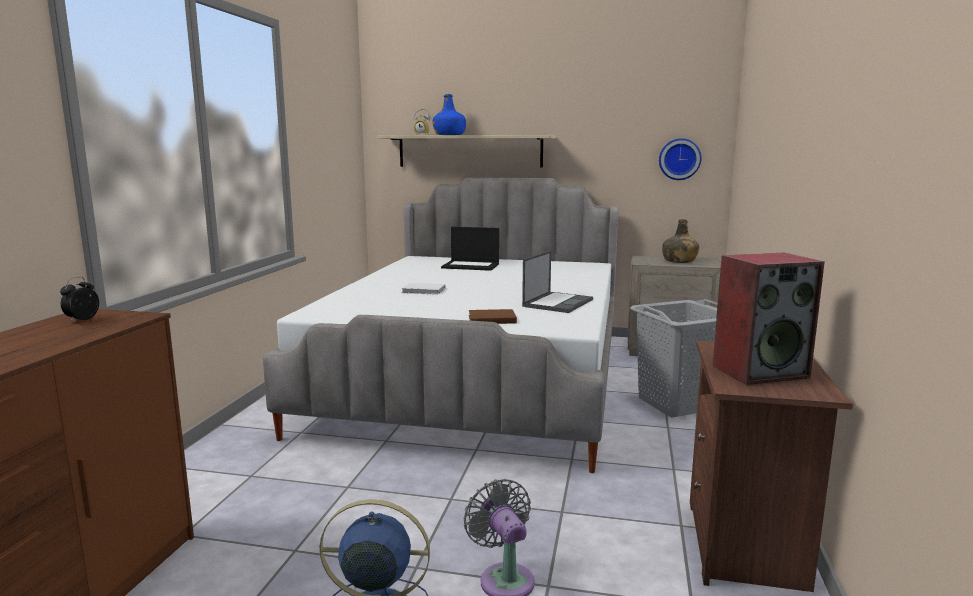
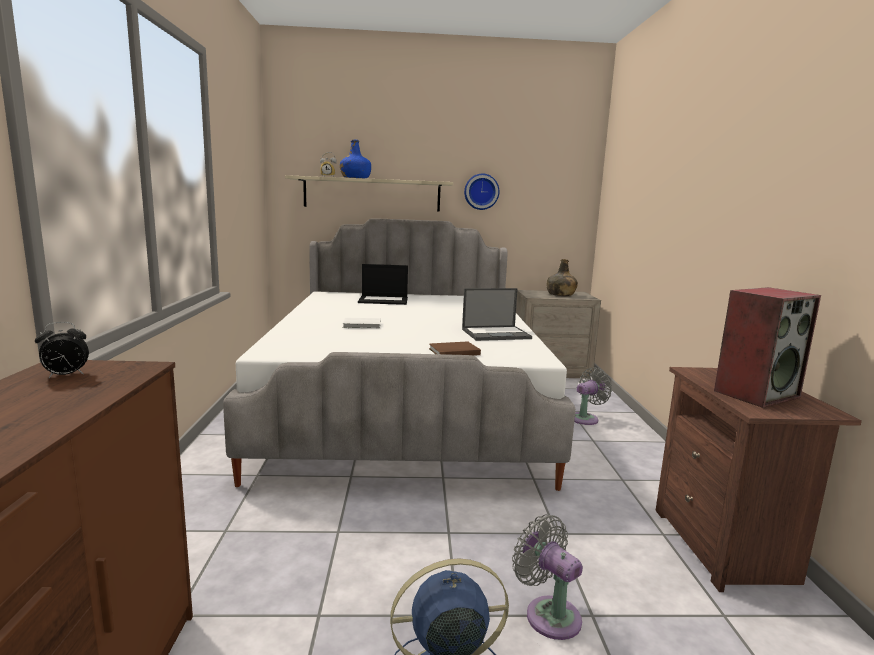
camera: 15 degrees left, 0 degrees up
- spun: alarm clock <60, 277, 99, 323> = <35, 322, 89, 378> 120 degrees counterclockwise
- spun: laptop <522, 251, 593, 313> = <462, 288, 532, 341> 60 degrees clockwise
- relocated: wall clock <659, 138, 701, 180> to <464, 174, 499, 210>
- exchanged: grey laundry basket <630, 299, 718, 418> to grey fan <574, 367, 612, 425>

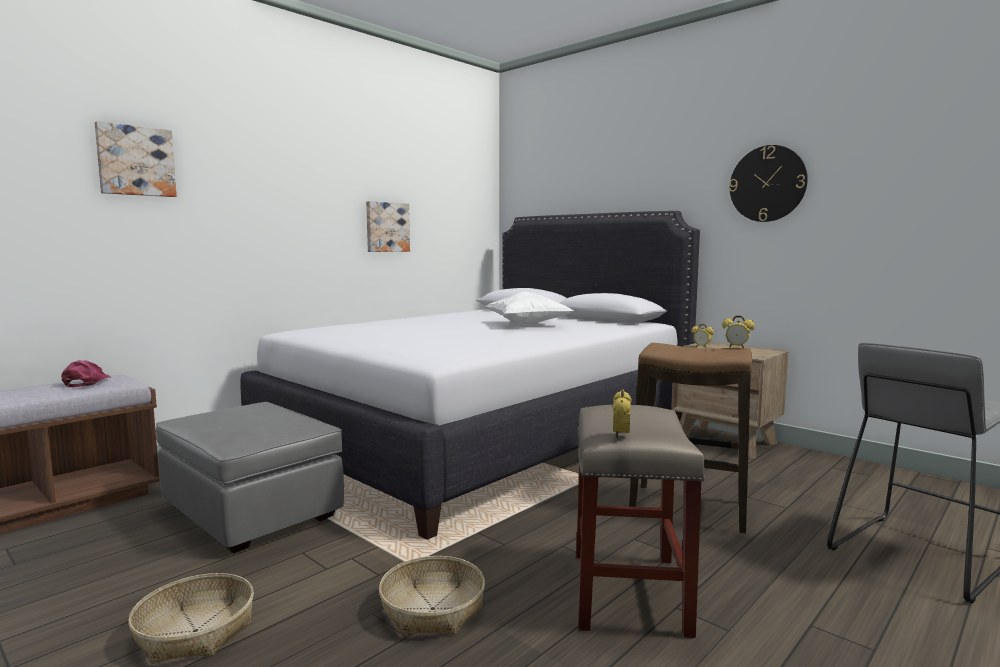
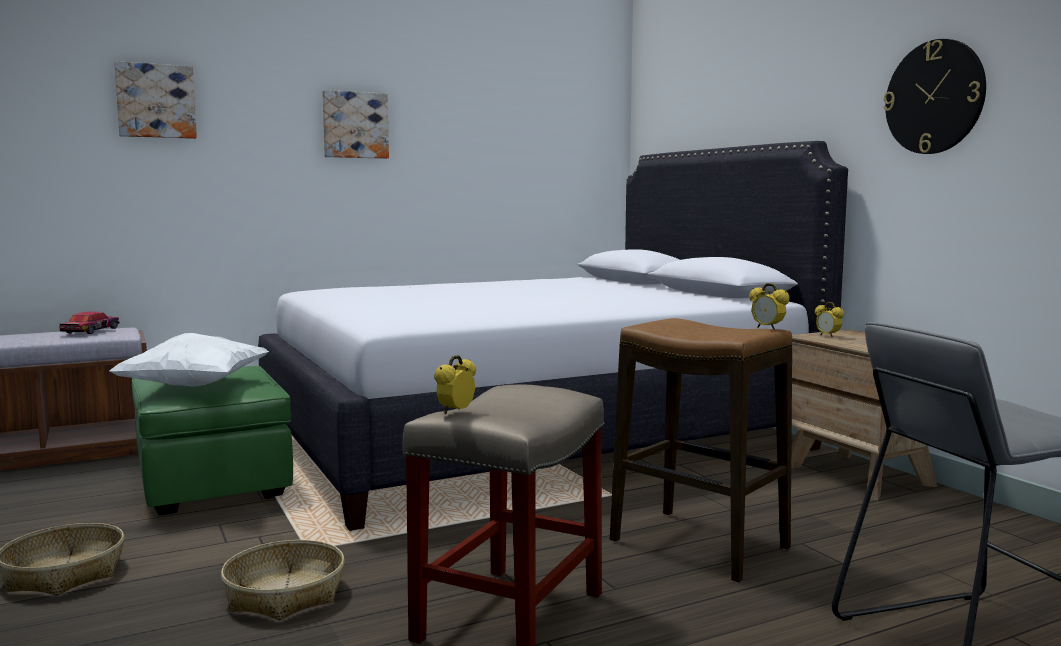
camera: 20 degrees right, 0 degrees up
- exchanged: pink cap <61, 360, 111, 387> to toy car <59, 311, 119, 334>
- relocated: white pillow <485, 292, 574, 325> to <109, 333, 269, 387>
- colour: grey ottoman <156, 402, 344, 553> to green ottoman <132, 366, 293, 515>
- relocated: picture <366, 201, 410, 252> to <322, 90, 389, 159>

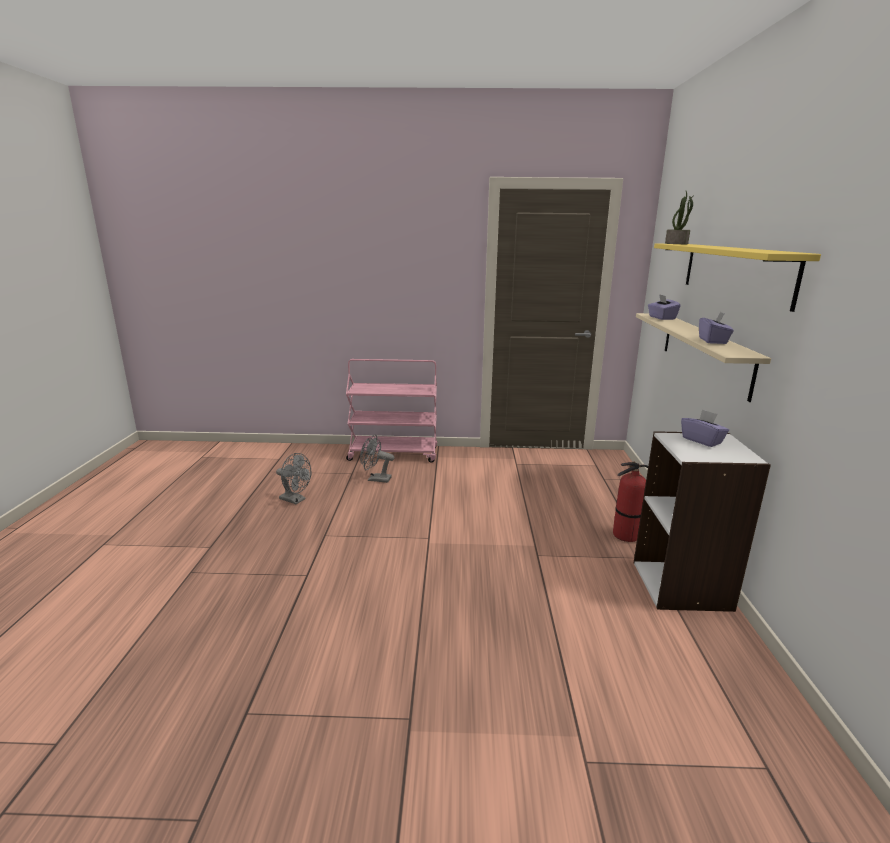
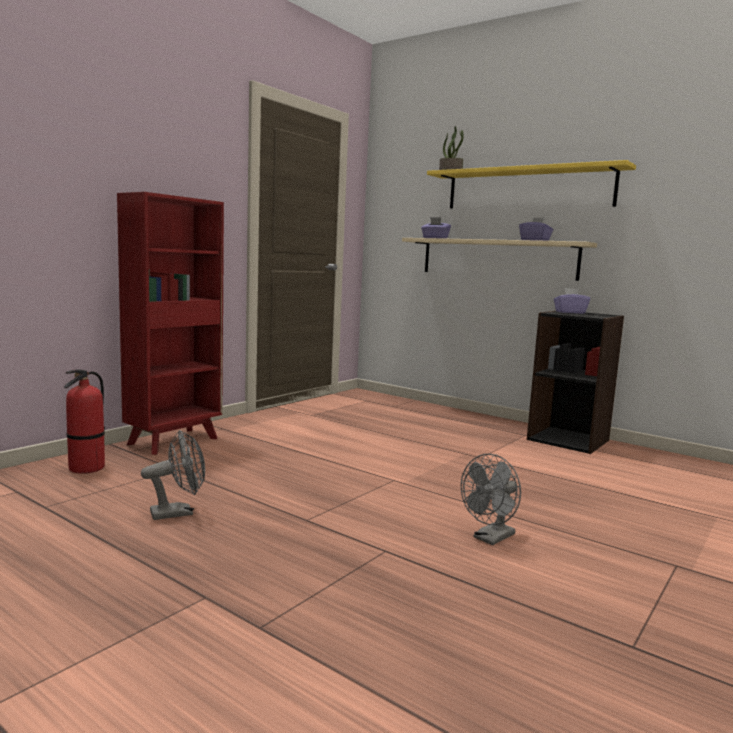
camera: 55 degrees left, 10 degrees down
- relocated: fire extinguisher <613, 462, 648, 542> to <64, 369, 105, 474>
- exchanged: pink cart <346, 359, 437, 463> to red bookcase <117, 192, 224, 455>
- relocated: grey fan <360, 435, 394, 483> to <461, 454, 521, 545>
- colour: white bookcase <634, 431, 771, 612> to black bookcase <527, 311, 624, 454>

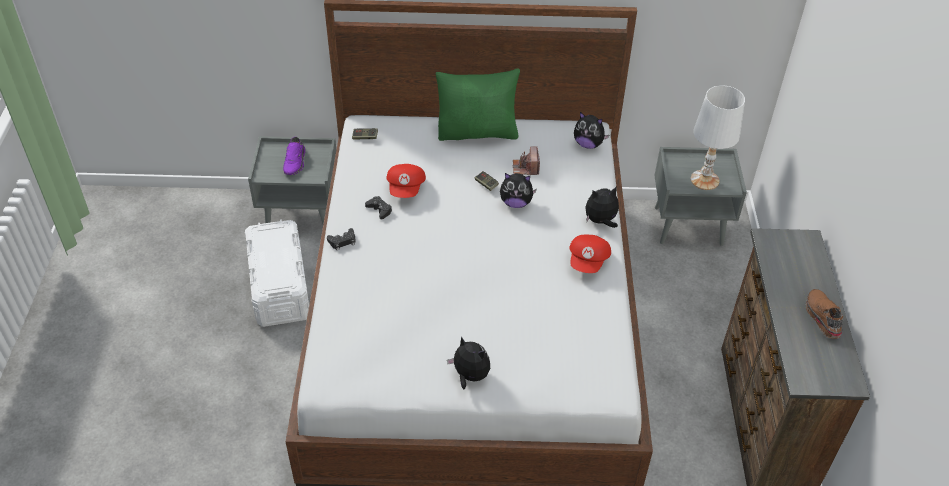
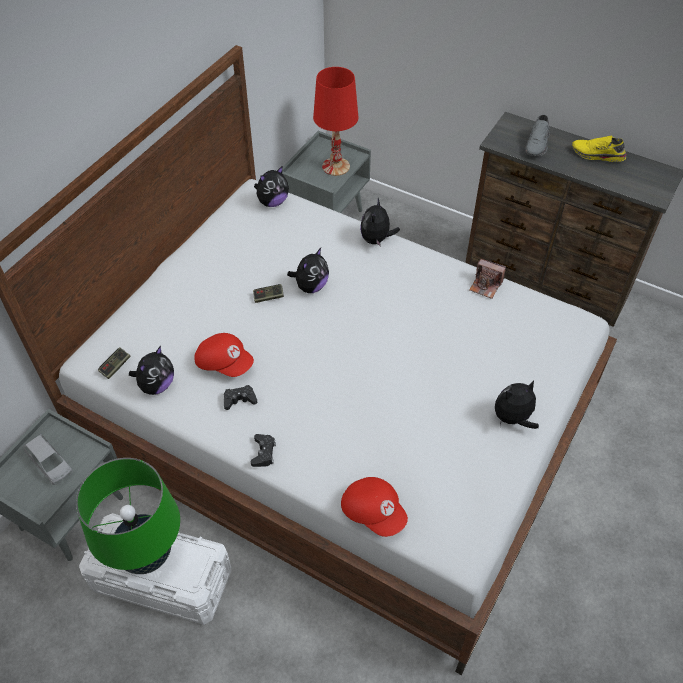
camera: 60 degrees left, 5 degrees up
- exchanged: purple shoe <283, 137, 306, 175> to grey toy car <23, 434, 73, 485>
- appeared: green table lamp <76, 458, 180, 574>
- appeared: plush toy <129, 346, 174, 395>
- colour: white table lamp <691, 85, 745, 190> to red table lamp <313, 67, 358, 176>
- relocated: red cap <569, 235, 611, 273> to <341, 477, 408, 537>
- relocated: photo camera <513, 146, 540, 175> to <469, 259, 506, 299>
- appeared: grey shoe <525, 115, 550, 156>
- colour: brown shoe <806, 289, 843, 339> to yellow shoe <572, 136, 626, 162>
- missing: green pillow <436, 68, 520, 141>

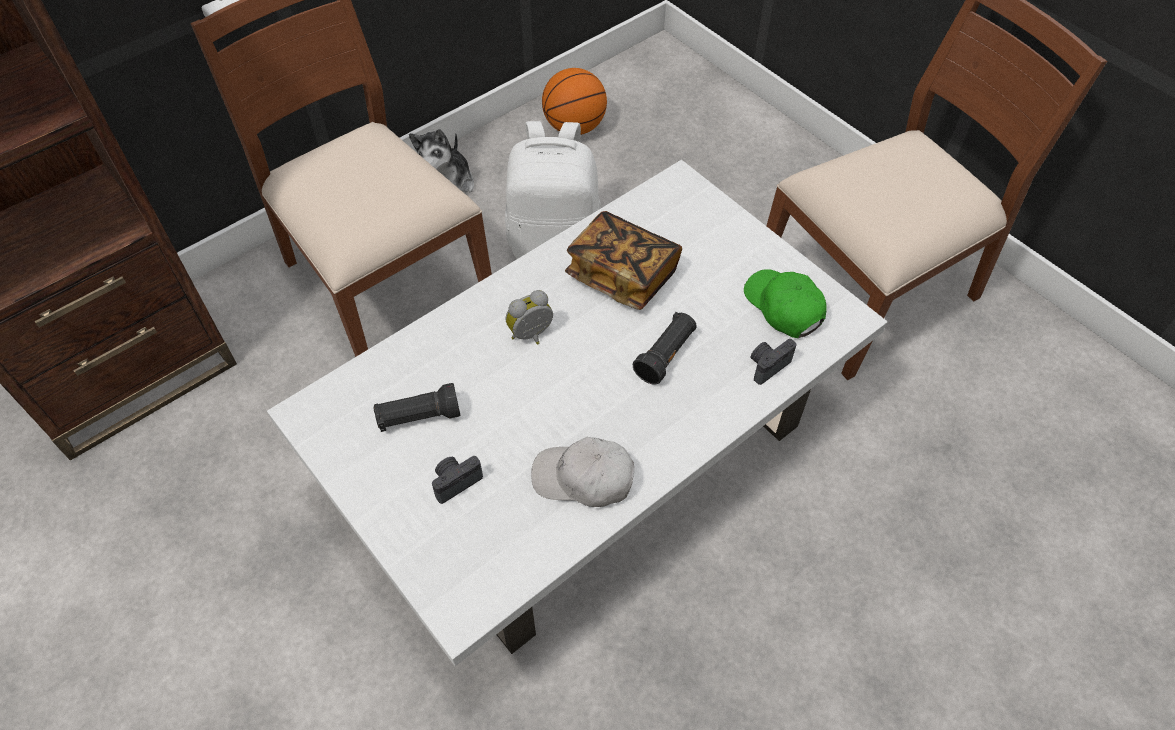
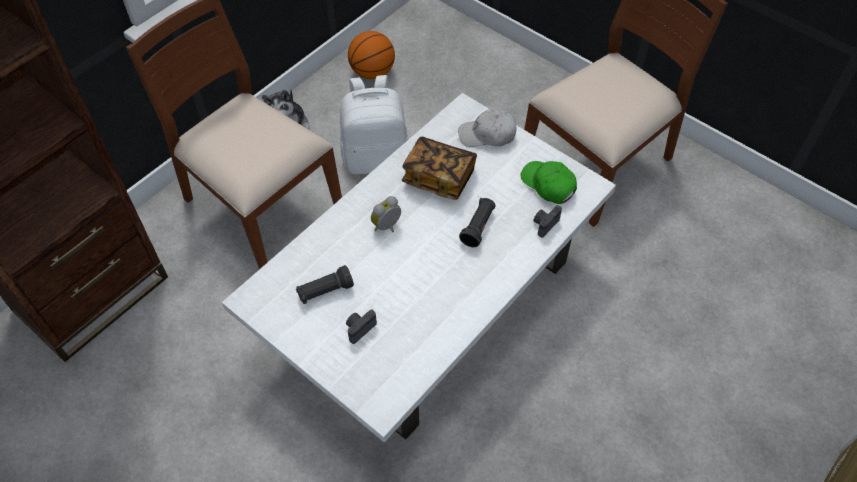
camera: 10 degrees left, 0 degrees up
- relocated: white cap <531, 437, 634, 507> to <458, 109, 517, 147>

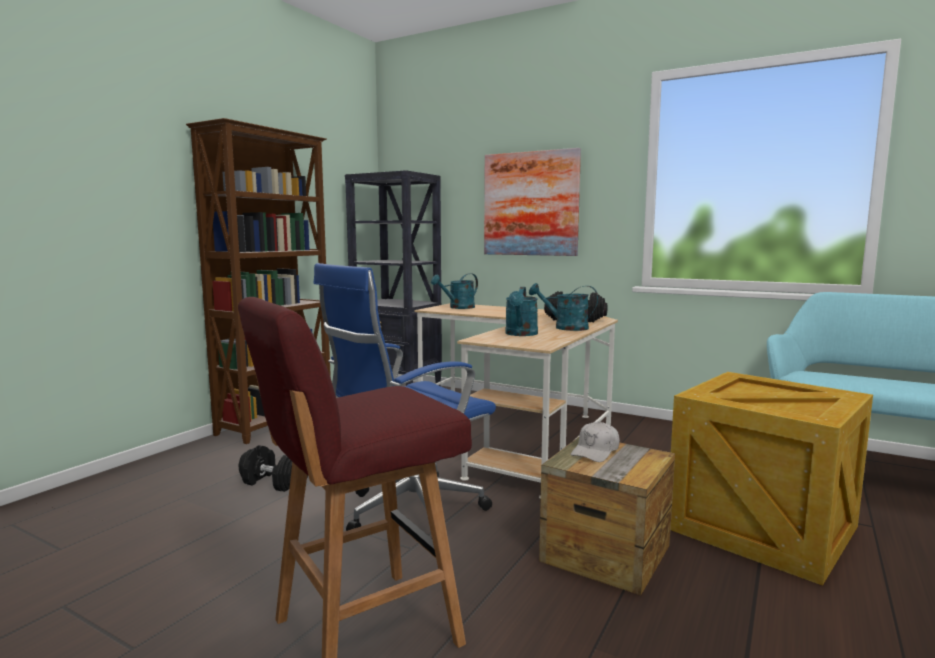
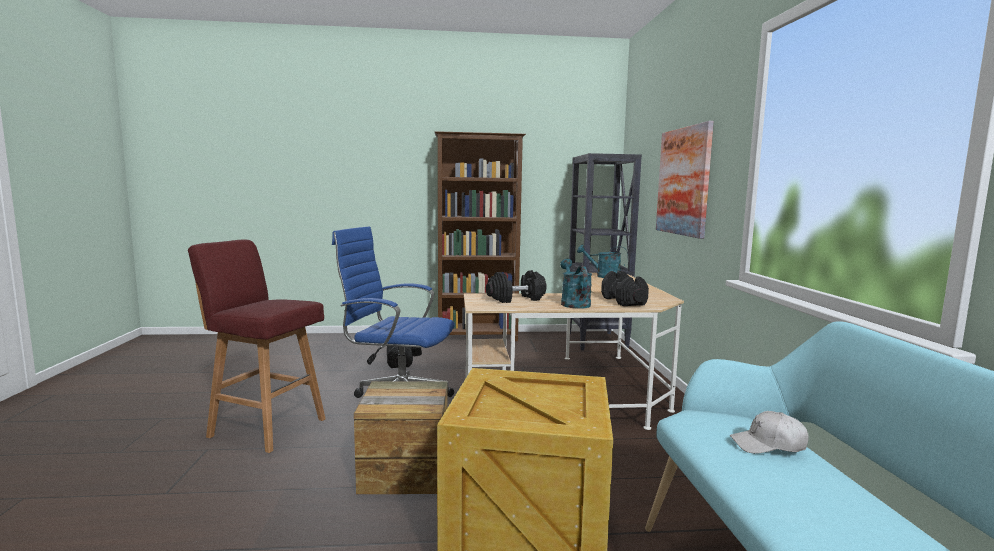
camera: 55 degrees right, 0 degrees up
- exchanged: turquoise watering can <505, 287, 538, 336> to black dumbbell <486, 270, 547, 303>
- relocated: white cap <570, 421, 620, 462> to <730, 411, 809, 454>

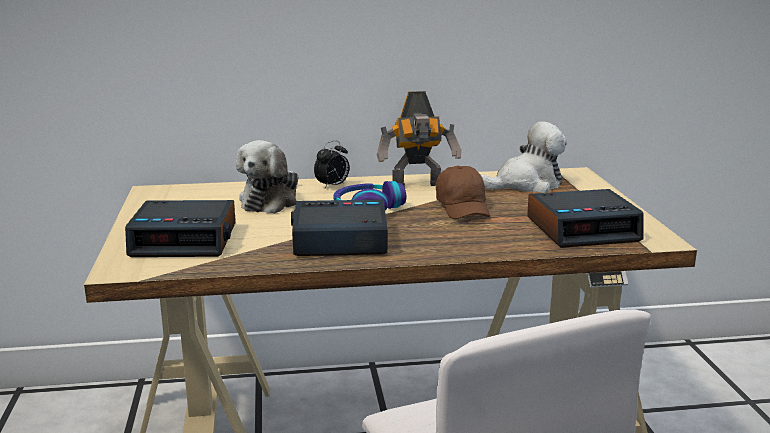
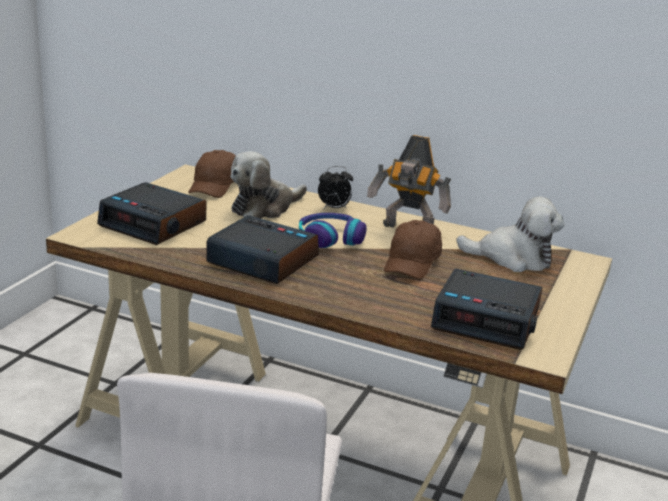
camera: 30 degrees right, 5 degrees up
- appeared: brown cap <188, 150, 236, 198>

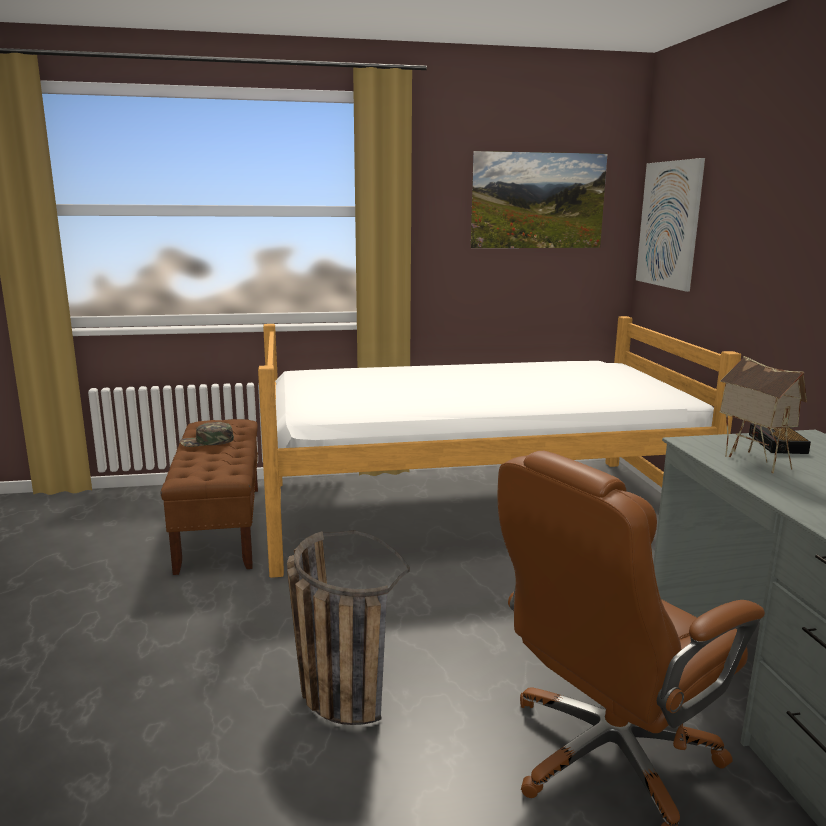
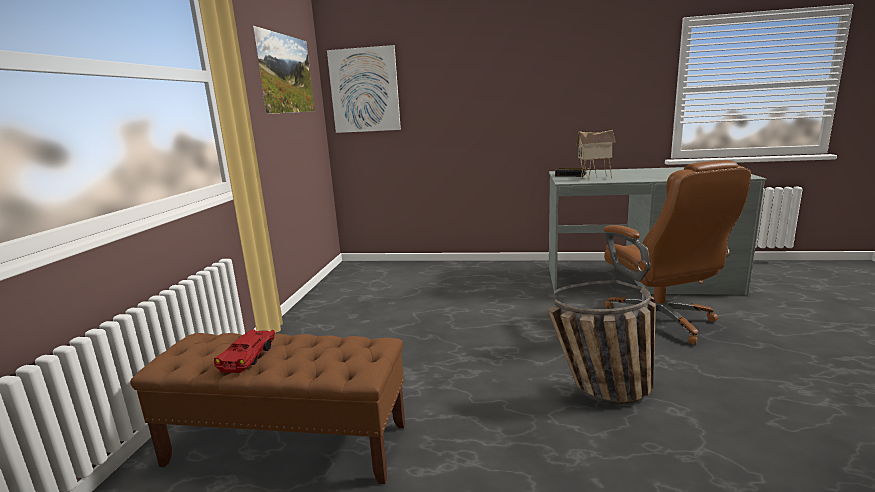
camera: 70 degrees left, 0 degrees up
- exchanged: green cap <180, 422, 234, 447> to red toy car <214, 329, 275, 373>
- missing: bed <258, 316, 741, 578>

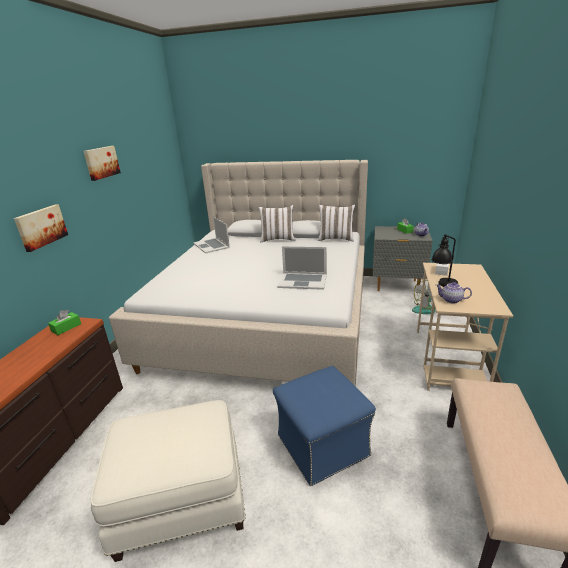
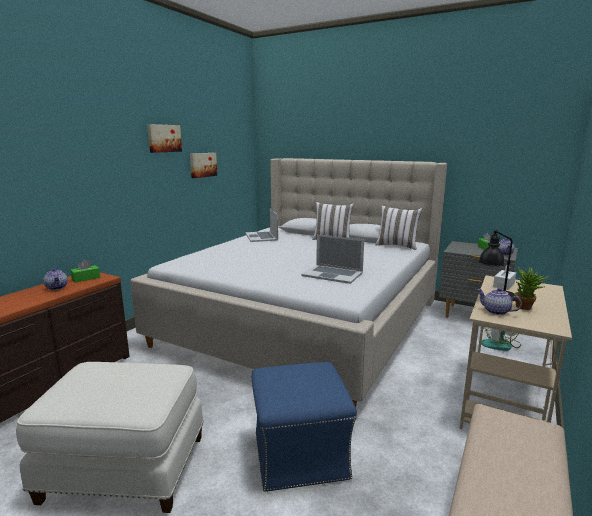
camera: 15 degrees right, 10 degrees down
- appeared: teapot <43, 268, 68, 290>
- relocated: picture <14, 205, 68, 252> to <190, 153, 217, 178>
- appeared: potted plant <514, 267, 550, 310>

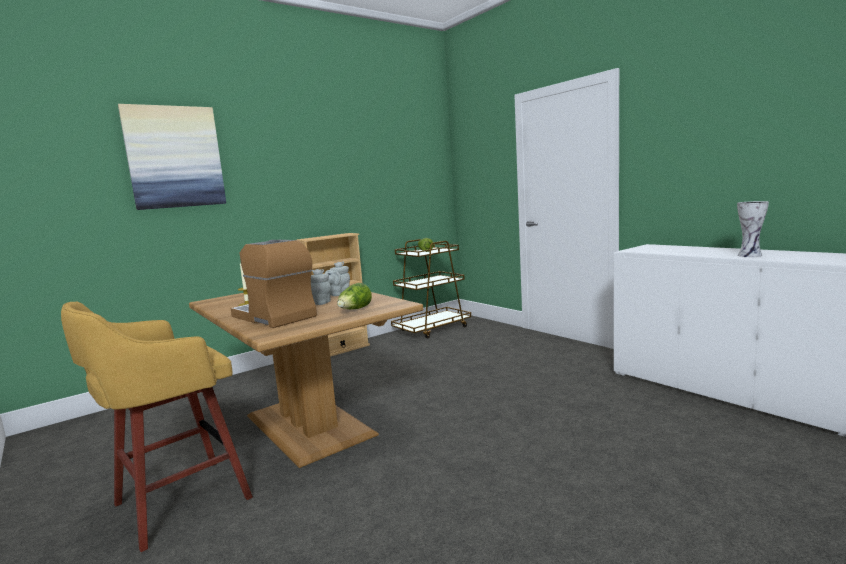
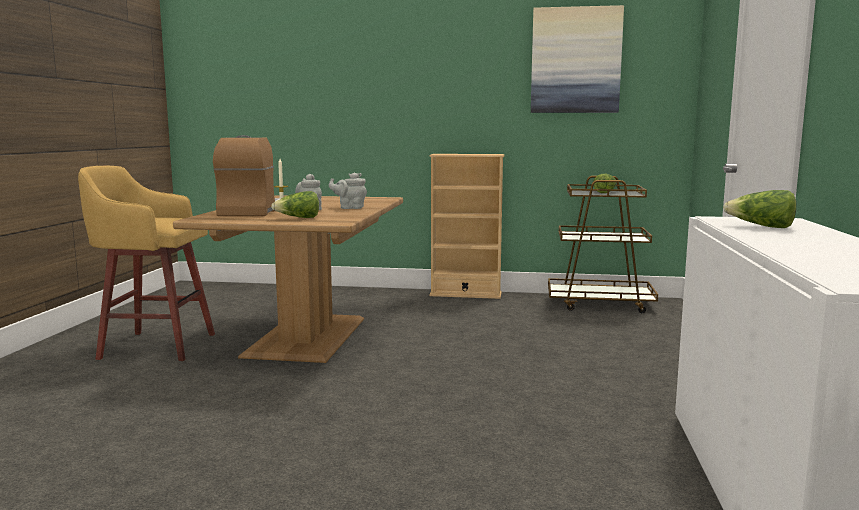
camera: 45 degrees right, 0 degrees up
- relocated: picture <118, 104, 226, 210> to <531, 5, 624, 113>
- appeared: lettuce <723, 190, 796, 228>
- missing: vase <737, 201, 769, 257>

